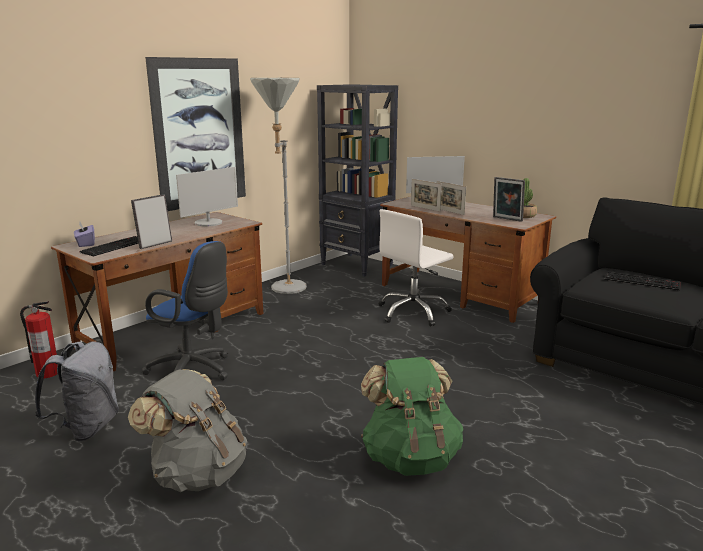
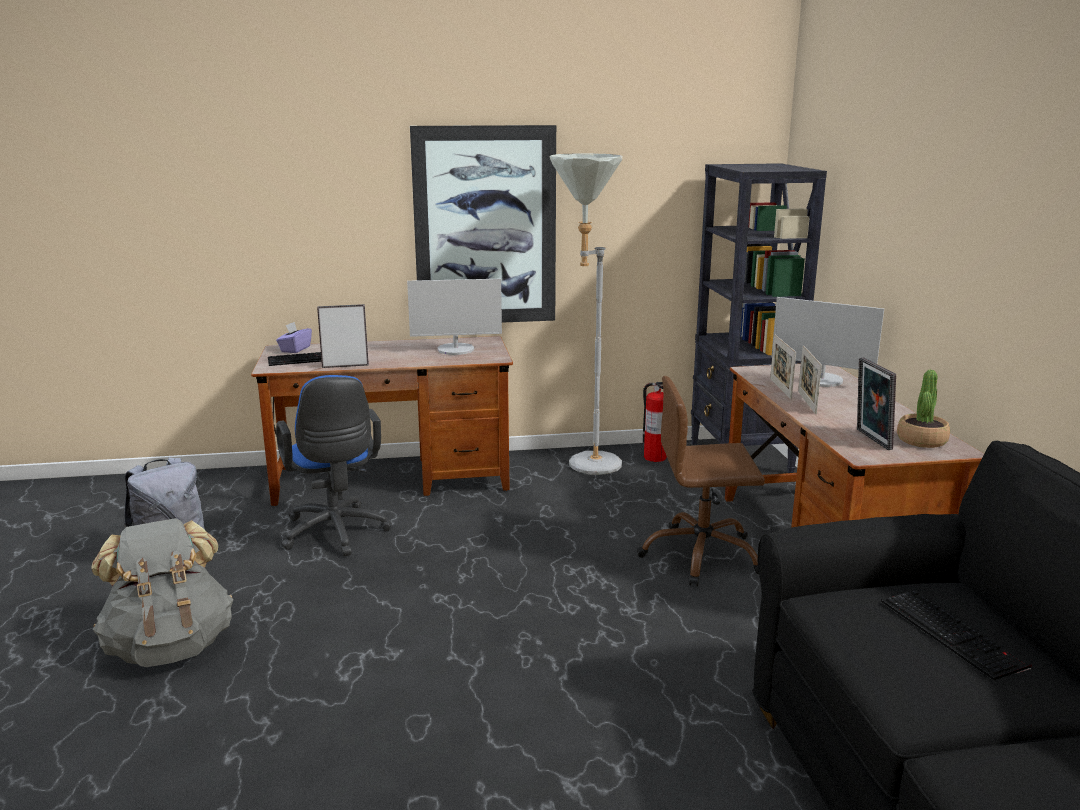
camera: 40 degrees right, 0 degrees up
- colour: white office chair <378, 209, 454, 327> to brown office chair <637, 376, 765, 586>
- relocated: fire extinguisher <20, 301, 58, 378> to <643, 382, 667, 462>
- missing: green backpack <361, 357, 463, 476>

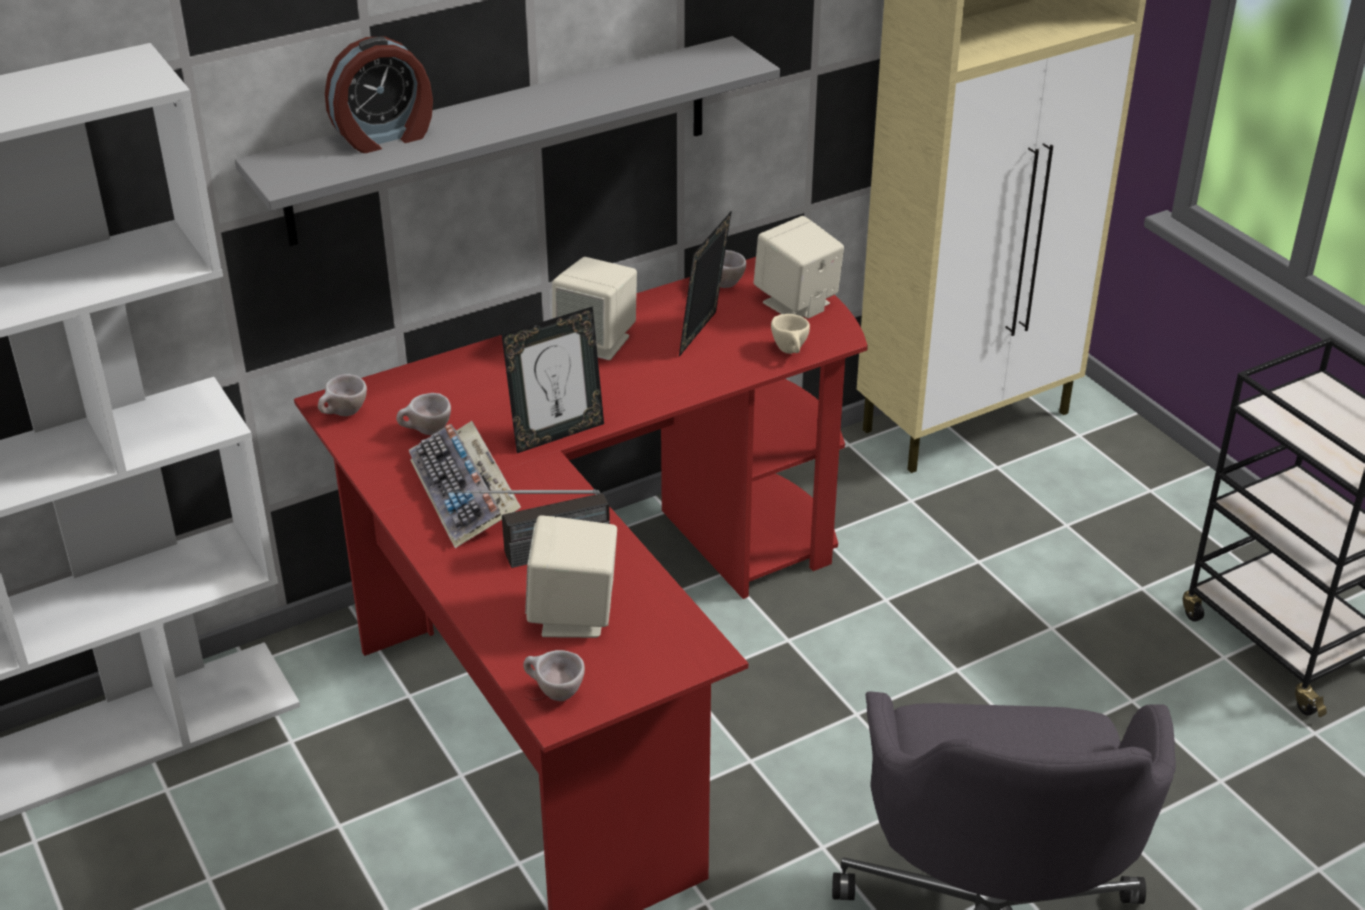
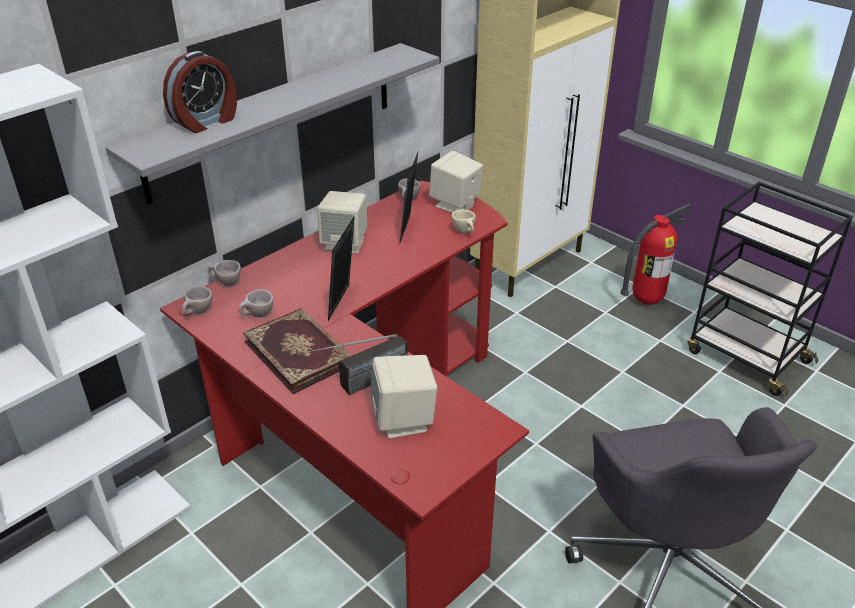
camera: 15 degrees left, 0 degrees up
- relocated: beige cup <523, 650, 585, 701> to <207, 260, 241, 287>
- exchanged: keyboard <409, 421, 521, 548> to book <243, 308, 352, 394>
- spun: picture frame <502, 306, 604, 453> = <328, 216, 355, 321> 150 degrees clockwise
- appeared: fire extinguisher <620, 204, 692, 305>

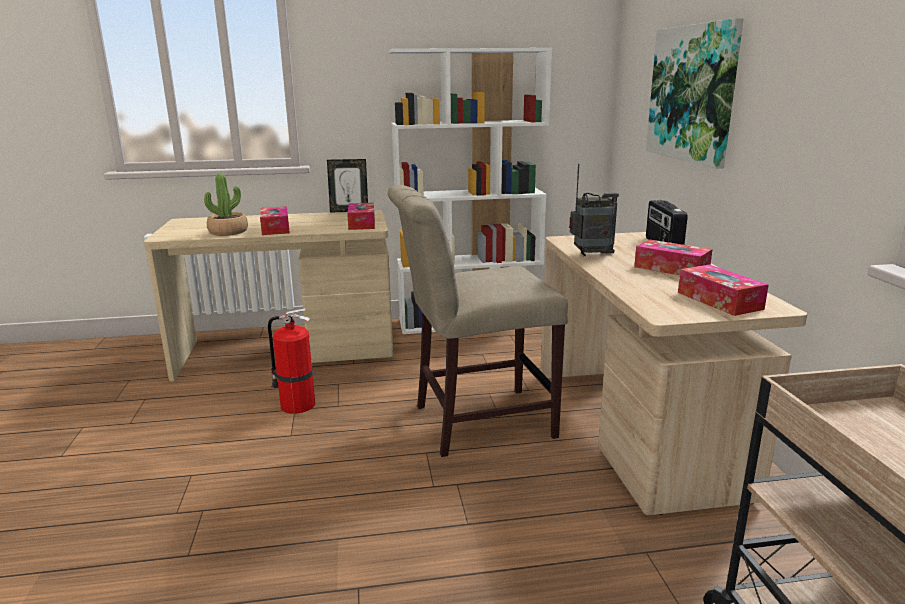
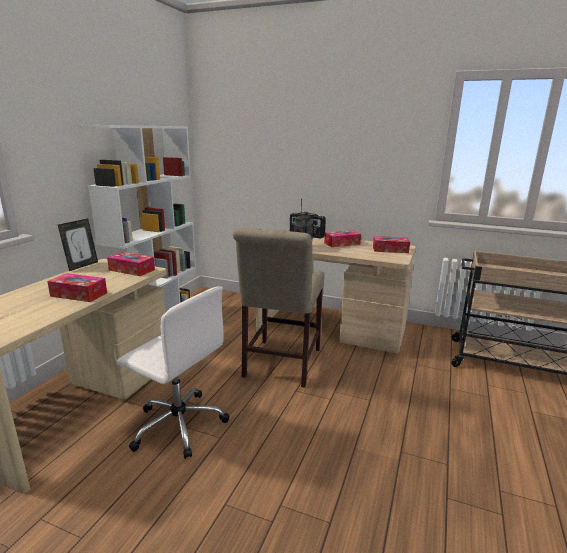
camera: 60 degrees left, 0 degrees up
- exchanged: fire extinguisher <268, 308, 315, 414> to white office chair <116, 287, 229, 459>
- missing: potted plant <204, 174, 248, 236>
- missing: picture <646, 18, 744, 169>

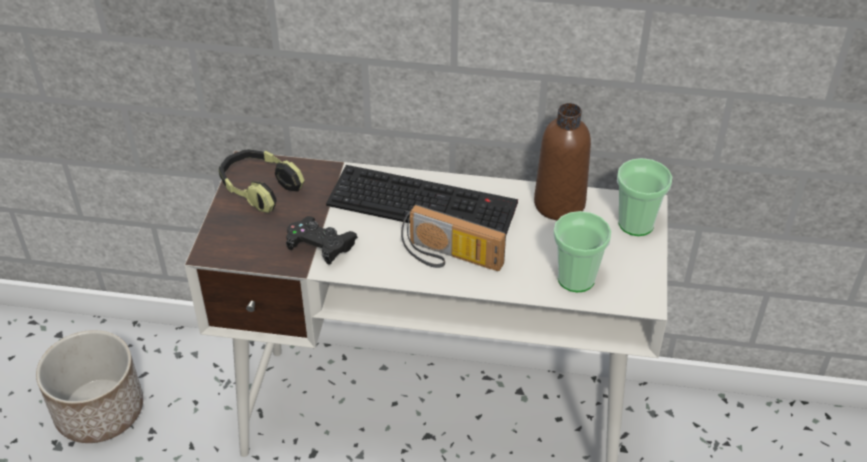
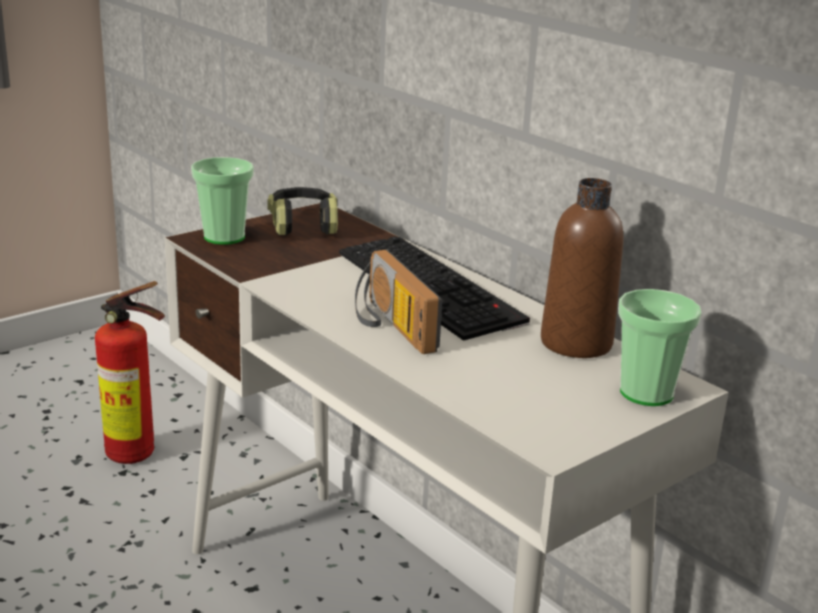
camera: 40 degrees right, 20 degrees down
- exchanged: planter <36, 330, 143, 443> to fire extinguisher <95, 281, 165, 464>
- relocated: cup <553, 211, 611, 292> to <191, 157, 254, 245>
- missing: black game controller <286, 216, 358, 265>

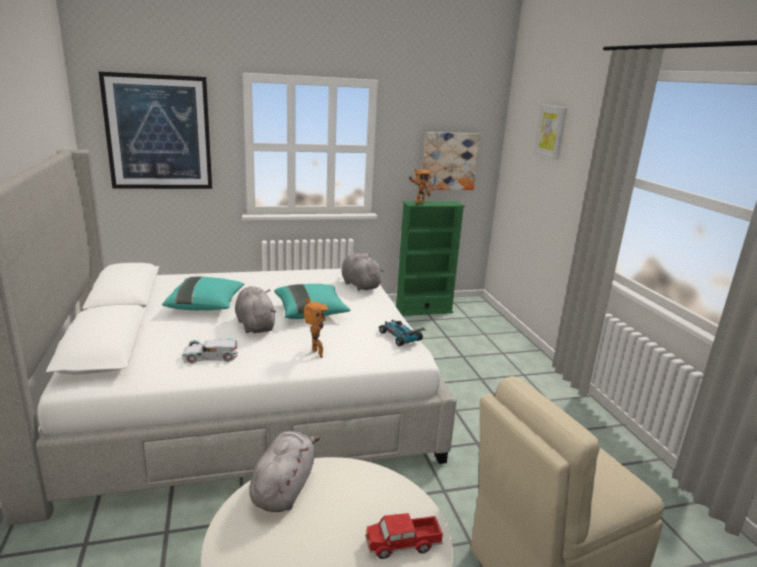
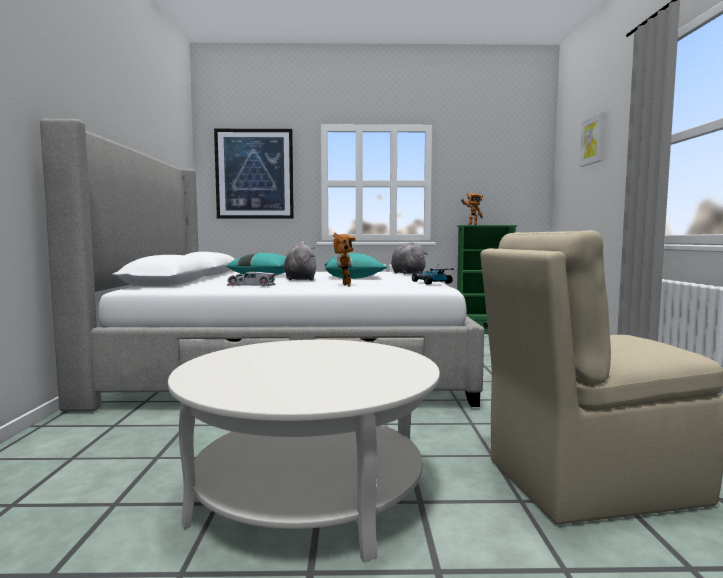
camera: 15 degrees right, 15 degrees down
- missing: grey plush toy <249, 431, 320, 512>
- missing: toy truck <365, 513, 443, 559>
- missing: picture <423, 132, 480, 190>

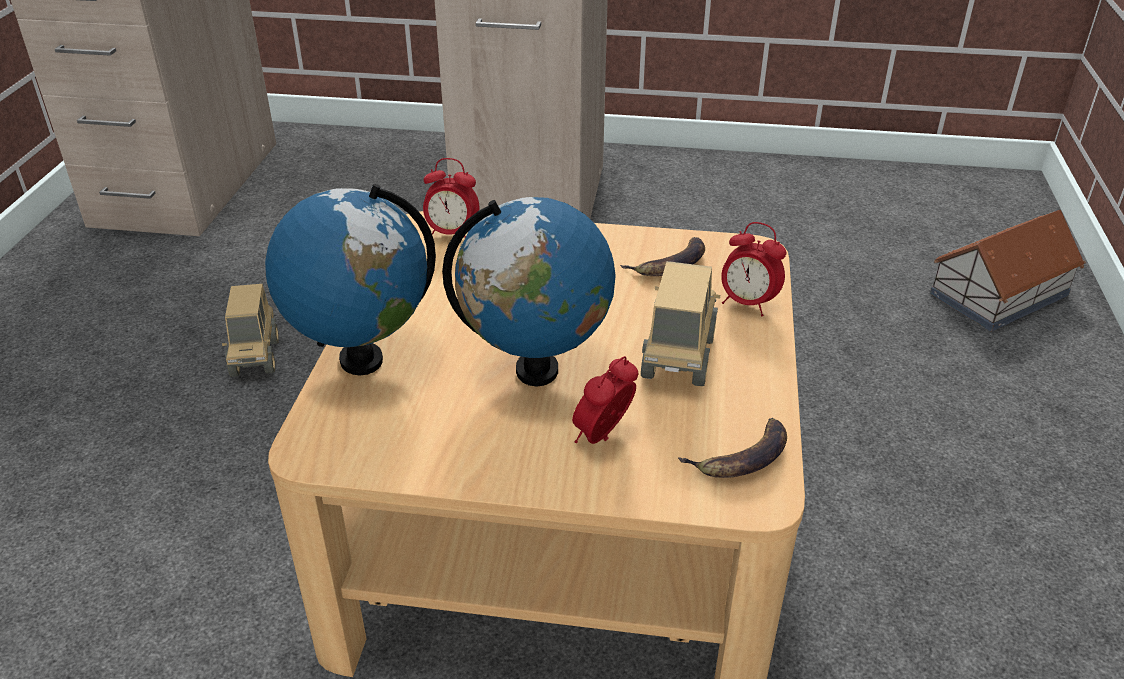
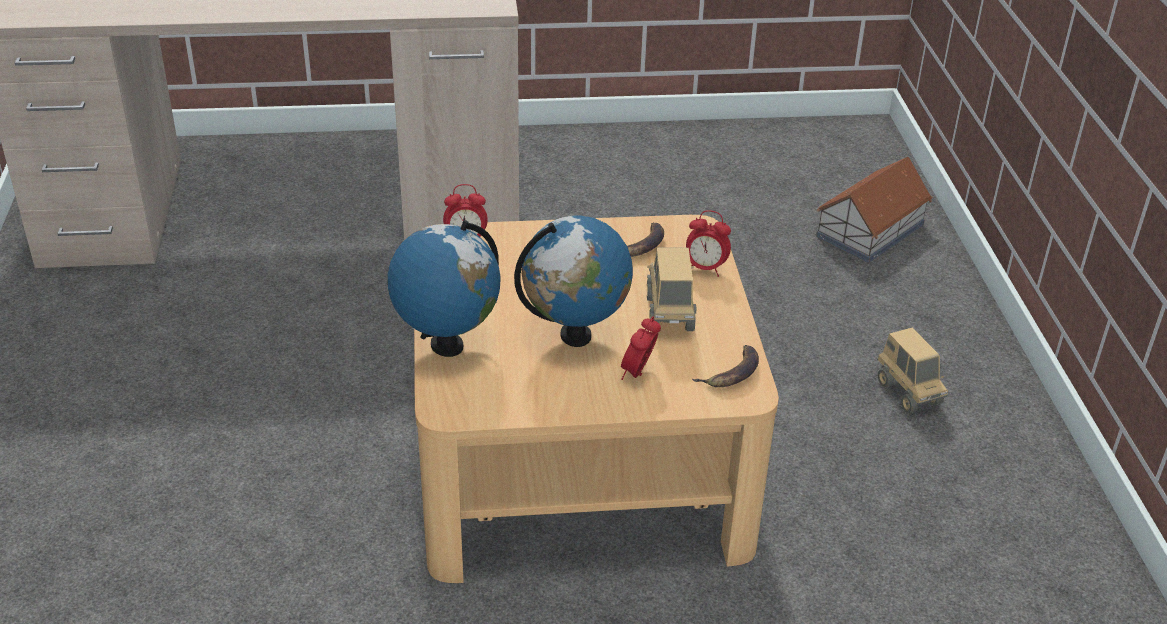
camera: 15 degrees left, 0 degrees up
- relocated: toy truck <222, 284, 279, 377> to <877, 328, 948, 413>

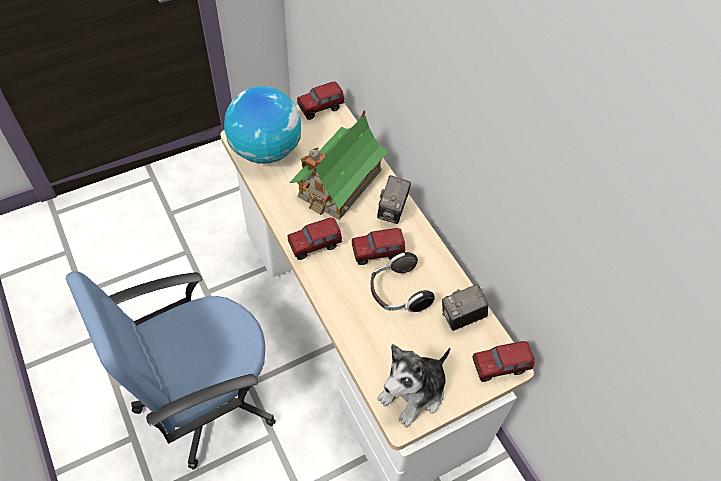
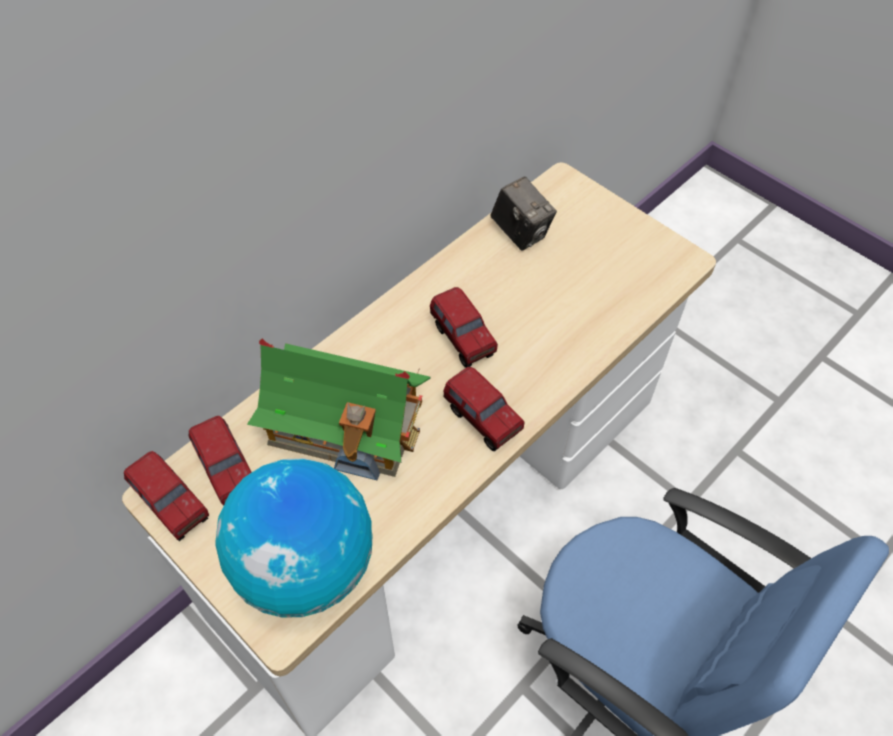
camera: 105 degrees left, 0 degrees up
- relocated: toy truck <473, 341, 535, 382> to <189, 416, 252, 506>
- missing: headphones <371, 252, 435, 312>
- missing: photo camera <377, 175, 411, 224>
- missing: plush toy <378, 344, 451, 427>

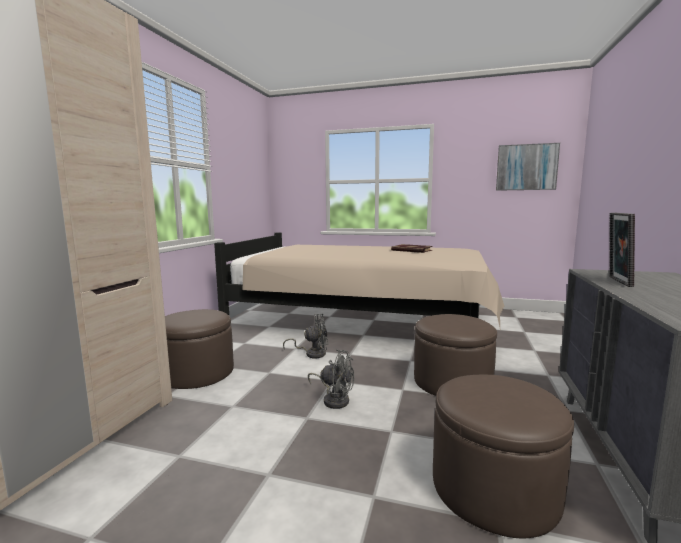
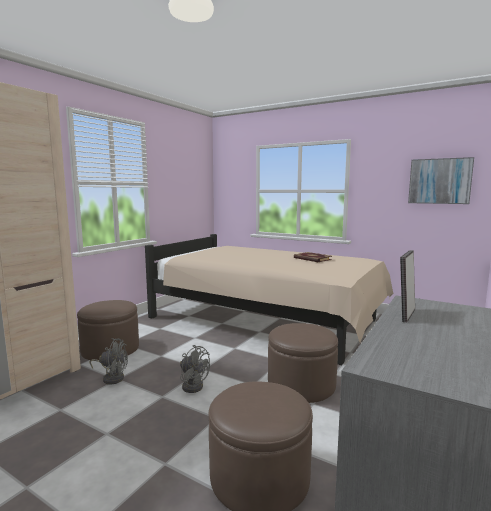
camera: 15 degrees right, 0 degrees up
- relocated: grey fan <283, 314, 329, 358> to <90, 338, 128, 385>

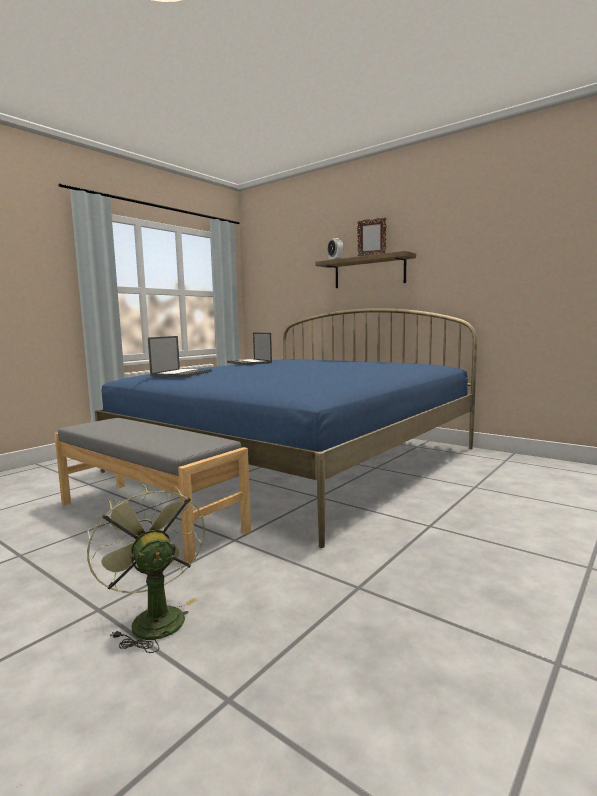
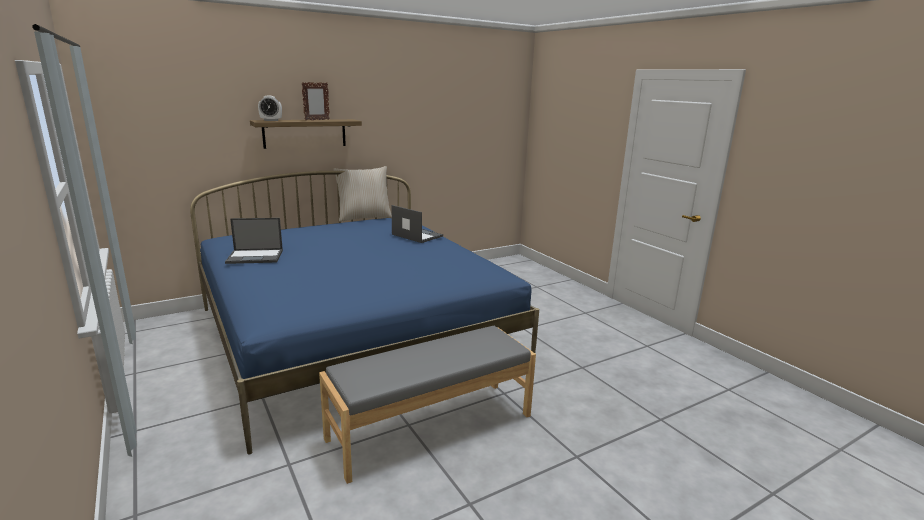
camera: 70 degrees left, 10 degrees up
- appeared: beige pillow <334, 166, 392, 222>
- relocated: laptop <148, 336, 212, 377> to <391, 205, 443, 243>
- missing: green fan <87, 484, 205, 653>

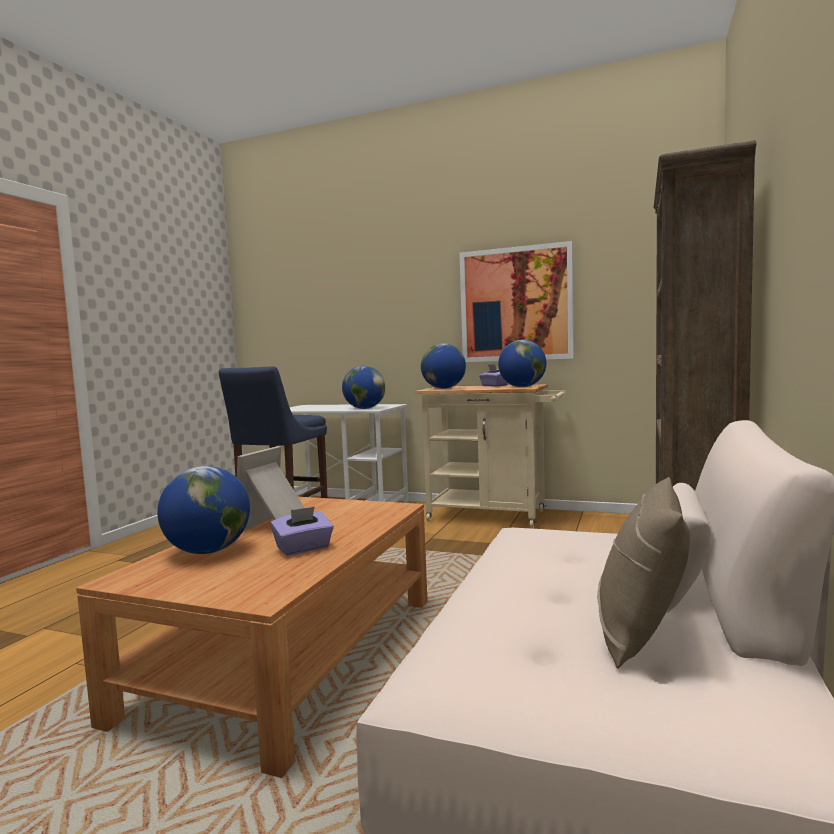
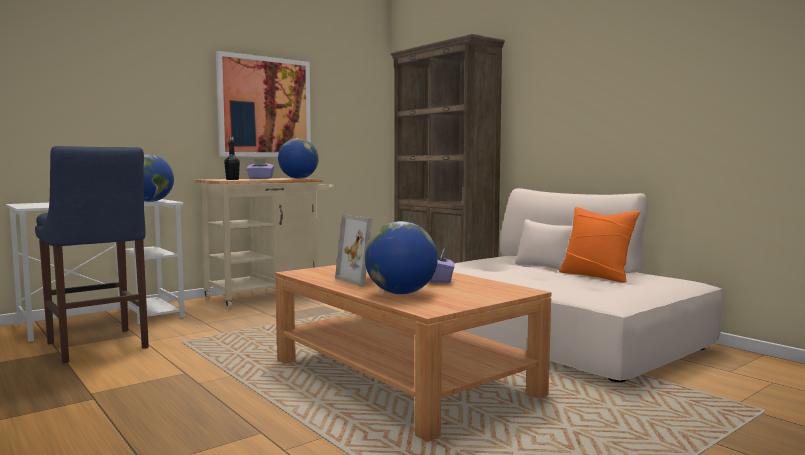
camera: 60 degrees left, 0 degrees up
- exchanged: globe <421, 343, 466, 389> to black bottle <224, 136, 240, 180>
- colour: beige pillow <597, 477, 690, 669> to orange pillow <559, 207, 640, 283>

